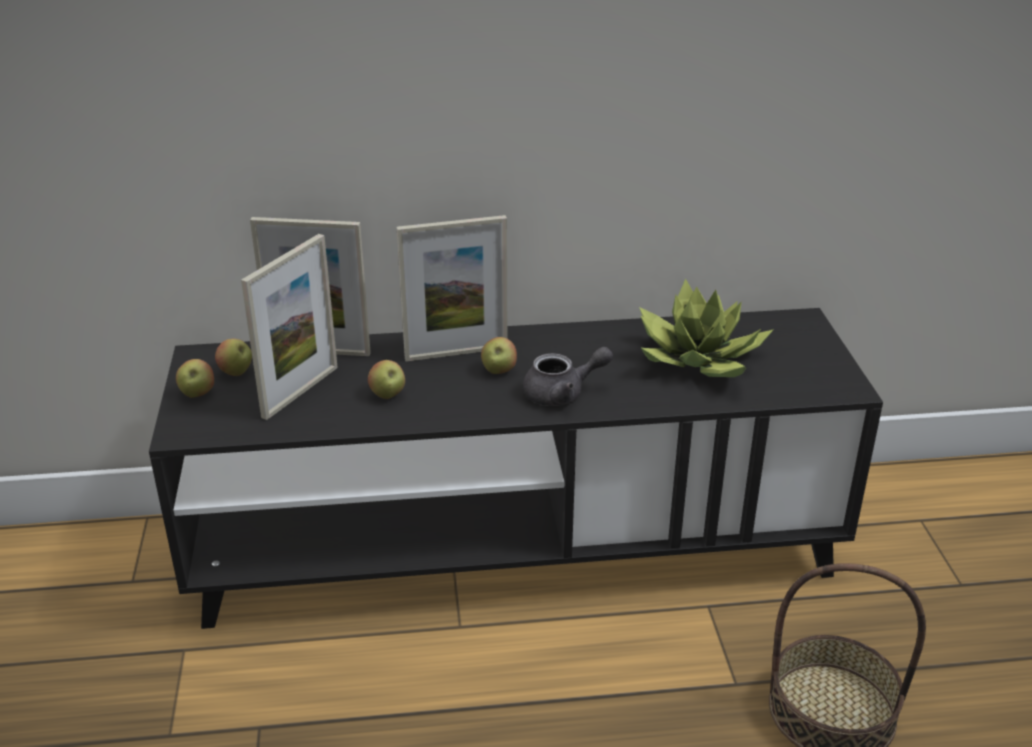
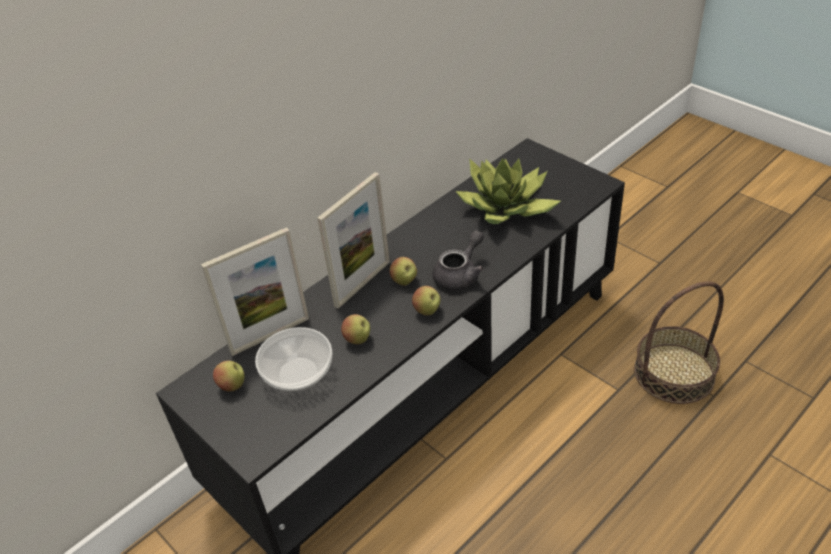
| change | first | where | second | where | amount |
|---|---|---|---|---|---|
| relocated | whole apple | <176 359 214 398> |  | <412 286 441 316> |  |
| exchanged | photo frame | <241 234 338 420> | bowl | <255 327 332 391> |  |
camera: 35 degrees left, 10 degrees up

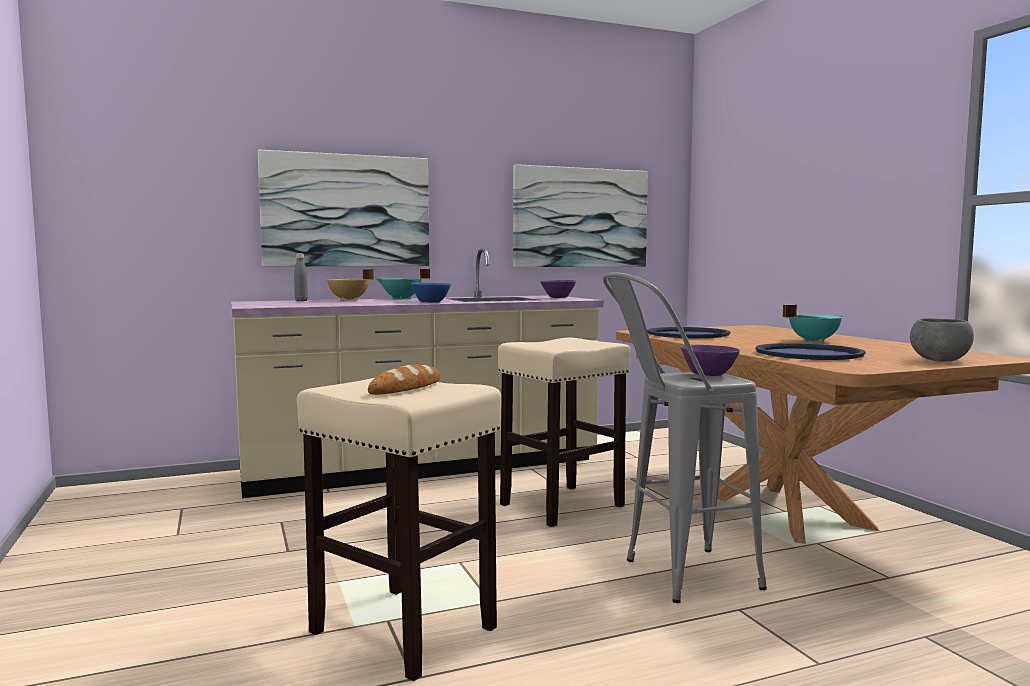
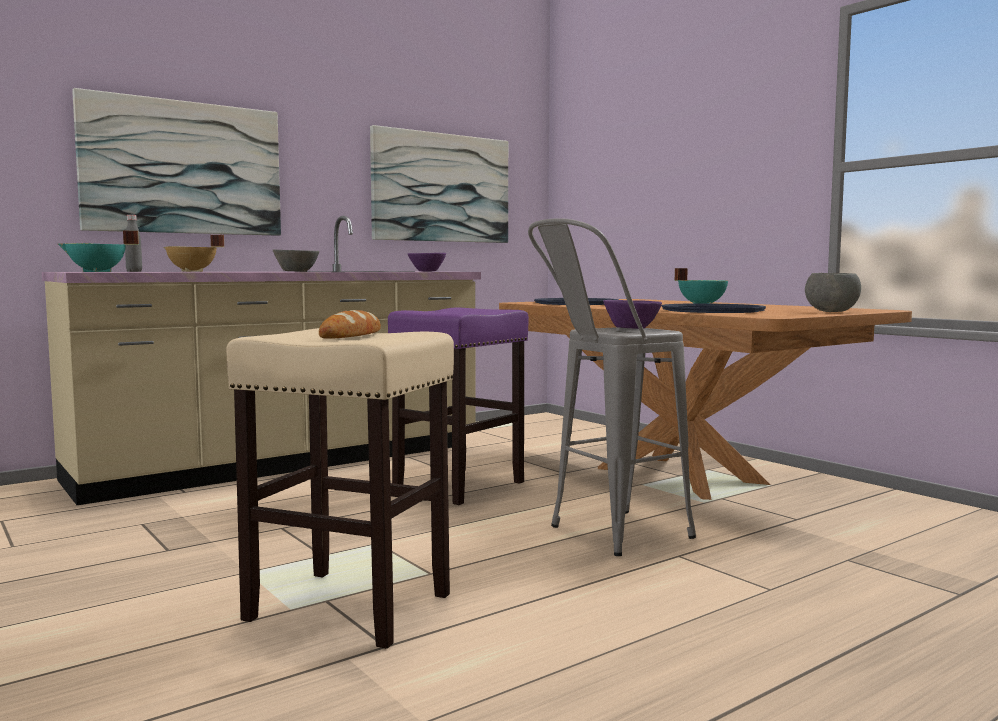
| change | first | where | second | where | amount |
|---|---|---|---|---|---|
| relocated | turquoise-coloured saucepot | <377 269 430 300> |  | <58 231 139 272> |  |
| colour | blue bowl | <411 283 451 303> | greyish bowl | <272 250 319 272> |  |
| colour | sand-coloured sitting stool | <498 337 631 527> | purple-coloured sitting stool | <388 307 529 505> |  |
camera: 15 degrees left, 0 degrees up

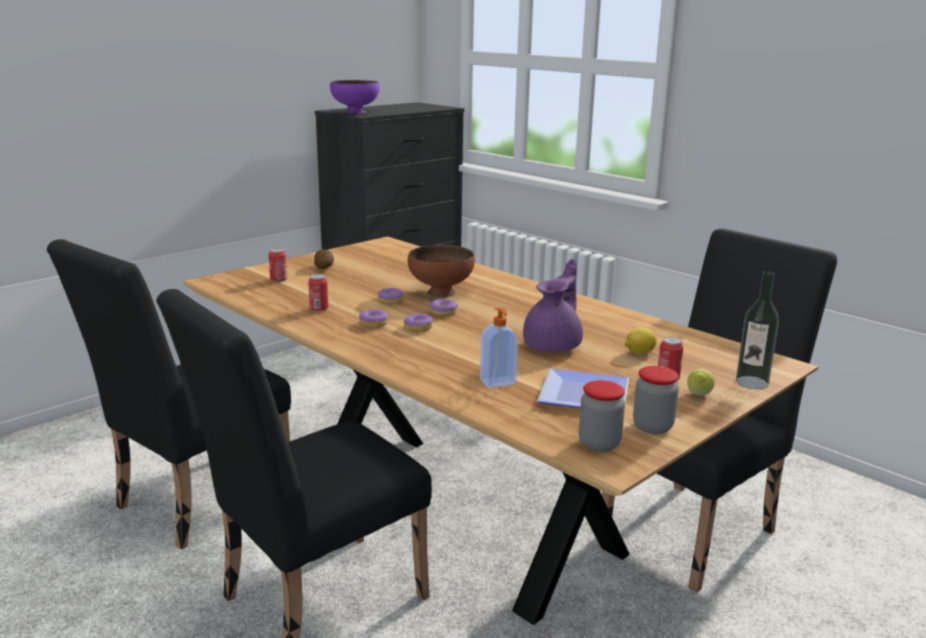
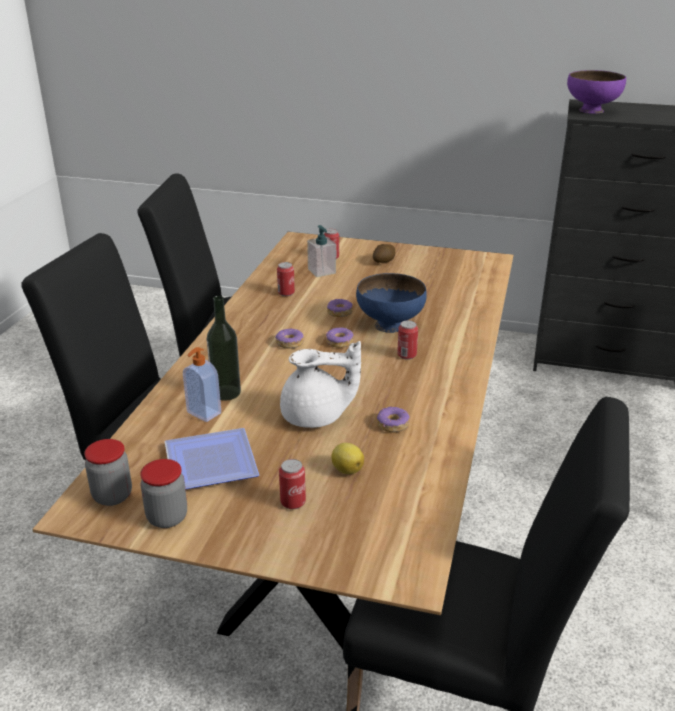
| change | first | where | second | where | amount |
|---|---|---|---|---|---|
| relocated | donut | <359 309 388 328> |  | <377 406 410 433> |  |
| colour | brownish bowl | <408 245 475 297> | blue bowl | <356 273 427 333> |  |
| colour | purple-coloured tea pot | <523 259 583 352> | white-coloured tea pot | <280 341 361 428> |  |
| missing | lemon | <687 369 715 396> |  |  |  |
| relocated | beverage bottle | <736 271 779 389> |  | <206 296 241 401> |  |
| appeared |  |  | liquid soap bottle | <307 225 336 277> |  |
| appeared |  |  | metal can | <397 320 418 360> |  |
camera: 60 degrees right, 10 degrees up

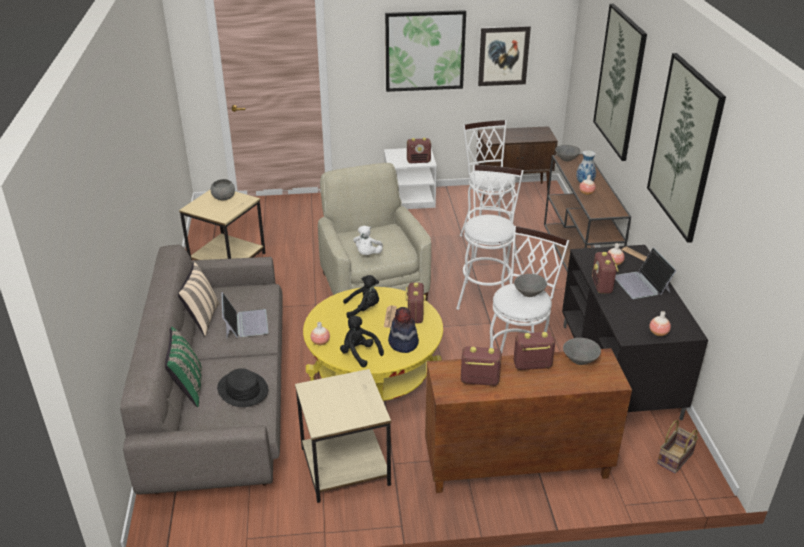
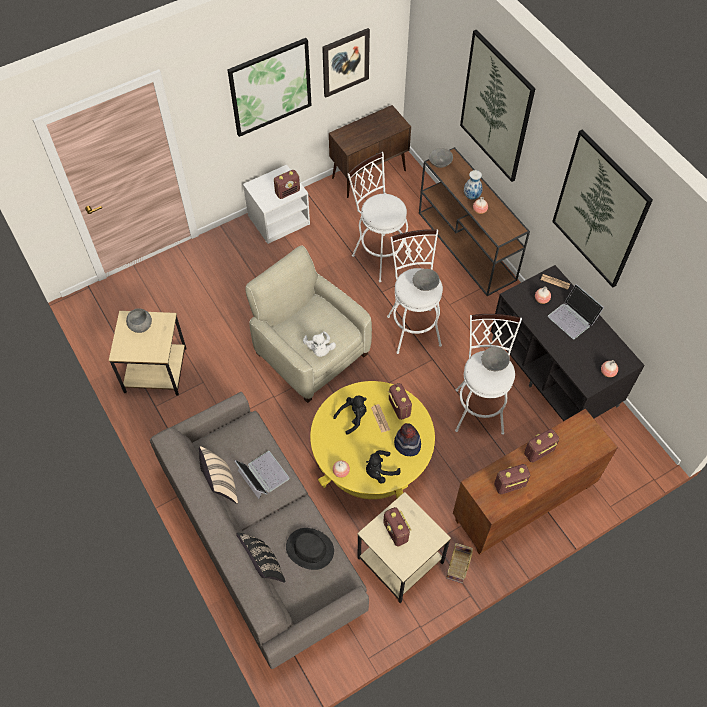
| change | first | where | second | where | amount |
|---|---|---|---|---|---|
| colour | green-coloured throw pillow | <165 327 202 407> | black throw pillow | <236 533 285 583> |  |
| spun | black soft toy | <340 315 384 367> |  | <366 450 401 484> | 45 degrees counterclockwise |
| relocated | greyish bowl | <563 338 601 365> |  | <412 269 440 291> |  |
| relocated | radio set | <592 252 619 294> |  | <383 507 411 546> |  |
| relocated | basket | <657 420 698 474> |  | <446 543 473 583> |  |
camera: 25 degrees left, 25 degrees up

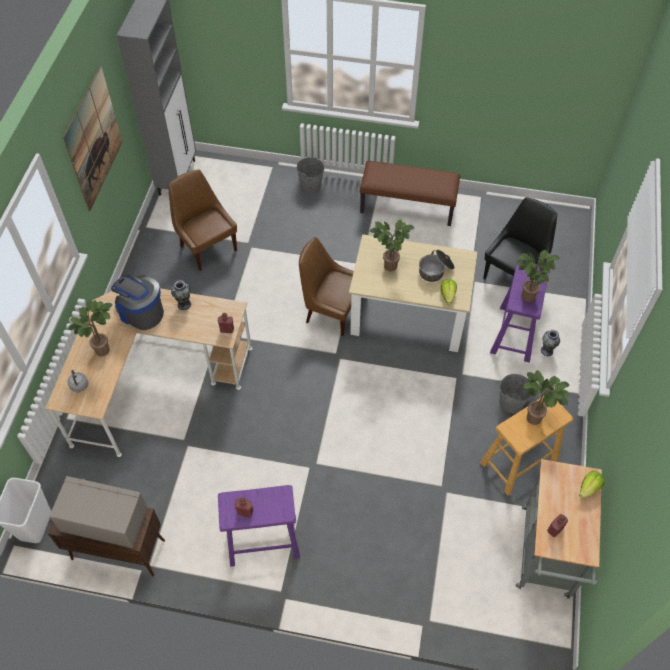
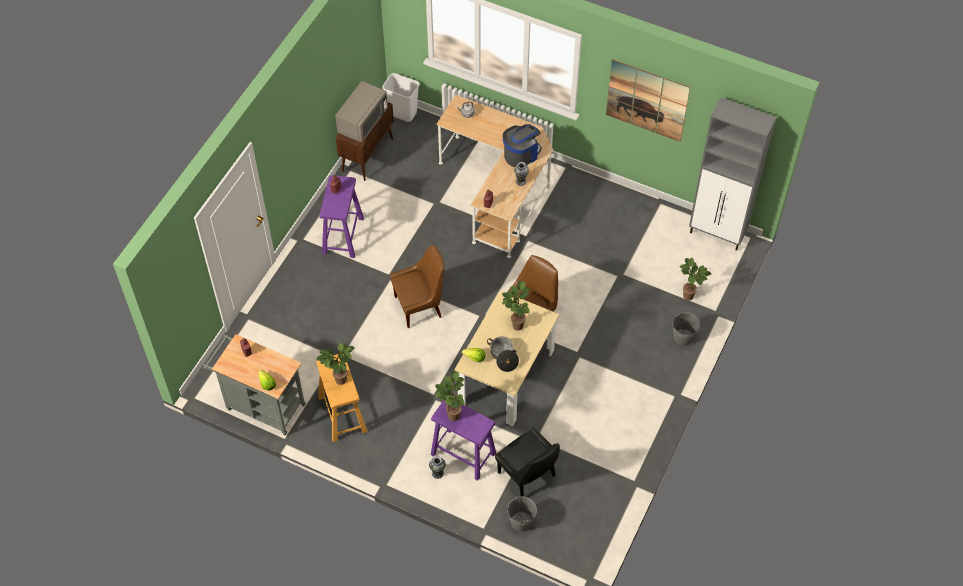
| change | first | where | second | where | amount |
|---|---|---|---|---|---|
| relocated | plant in a pot | <68 300 113 356> |  | <679 258 711 300> |  |
| relocated | brownish upright chair | <168 170 237 271> |  | <390 245 444 328> |  |
| missing | brownish indoor bench | <360 161 460 226> |  |  |  |
| relocated | greyish bucket | <500 374 531 414> |  | <507 496 537 532> |  |
camera: 105 degrees right, 0 degrees up

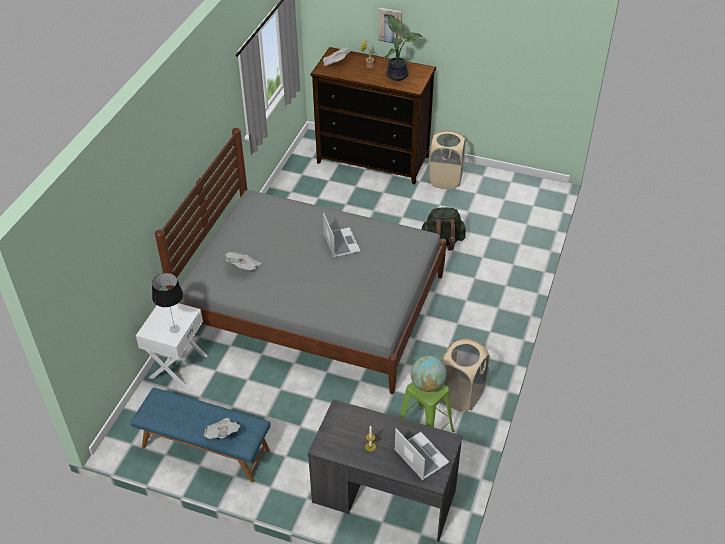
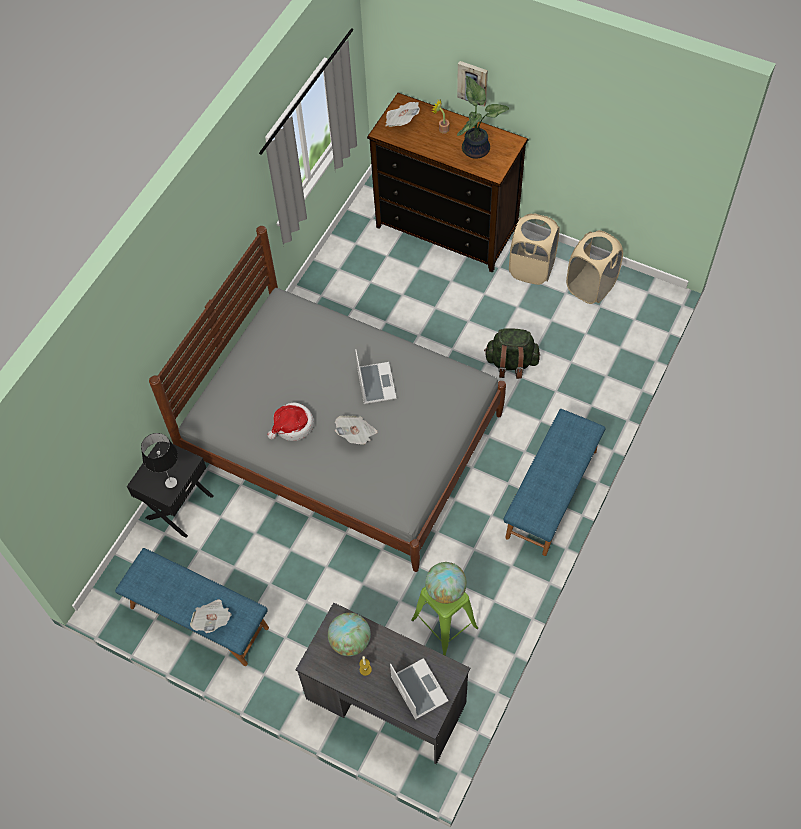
| change | first | where | second | where | amount |
|---|---|---|---|---|---|
| colour | white-coloured night table | <136 303 207 389> | black night table | <127 442 213 538> |  |
| relocated | newspaper | <225 252 261 271> |  | <335 416 377 445> |  |
| relocated | sand-coloured hamper | <441 338 490 412> |  | <566 230 623 304> |  |
| appeared |  |  | wearable hat | <267 402 314 441> |  |
| appeared |  |  | world globe | <328 613 371 656> |  |
| appeared |  |  | blue indoor bench | <504 409 606 556> |  |
camera: 10 degrees right, 15 degrees up

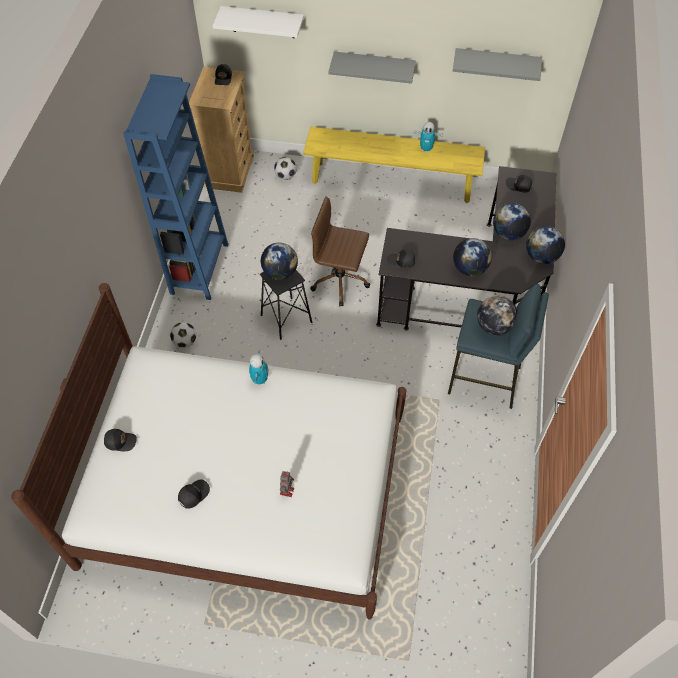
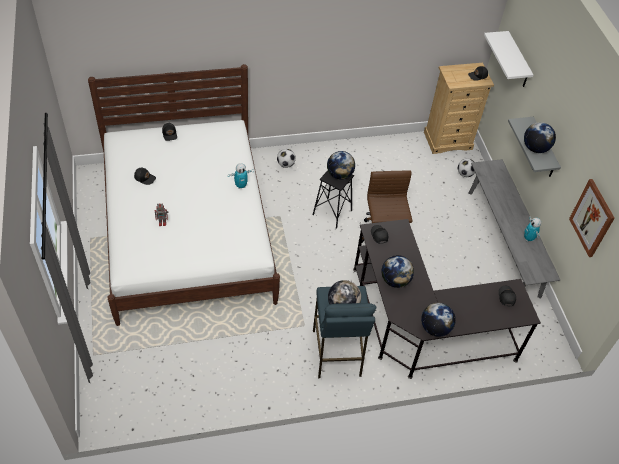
| change | first | where | second | where | amount |
|---|---|---|---|---|---|
| missing | blue shelving unit | <123 74 228 300> |  |  |  |
| colour | yellowish indoor bench | <303 127 485 203> | greyish indoor bench | <468 159 560 299> |  |
| exchanged | greyish shelf | <453 48 542 81> | picture | <569 179 615 257> |  |
| relocated | world globe | <493 203 531 240> |  | <524 122 556 153> |  |
camera: 65 degrees right, 5 degrees down

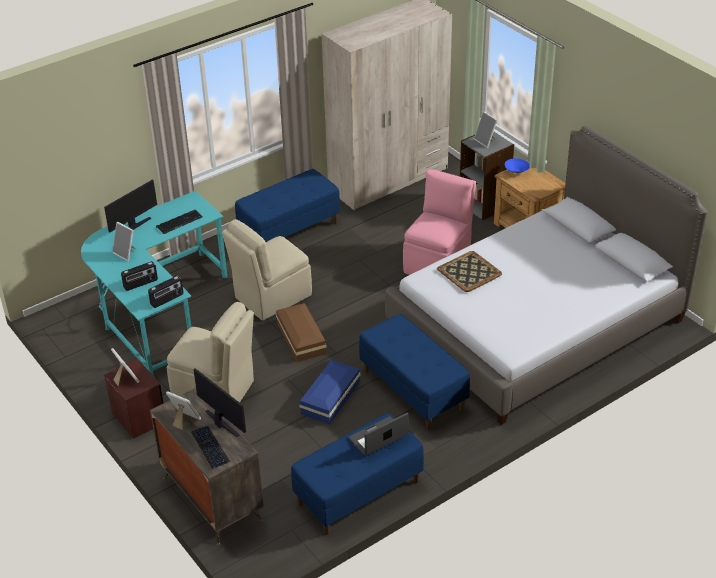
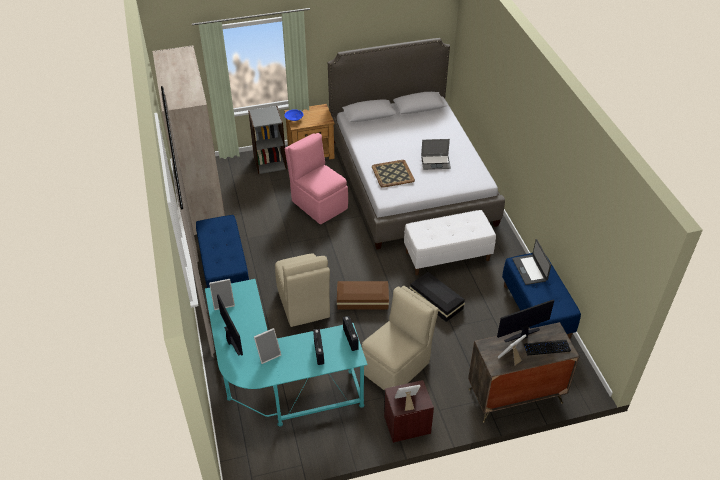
| change | first | where | second | where | amount |
|---|---|---|---|---|---|
| missing | PC keyboard | <156 210 202 234> |  |  |  |
| colour | blue storage bin | <299 360 360 424> | black storage bin | <410 272 465 322> |  |
| colour | blue indoor bench | <359 314 470 430> | white-coloured indoor bench | <404 210 496 275> |  |
| relocated | photo frame | <474 111 498 148> |  | <209 279 235 310> |  |
| appeared |  |  | notebook computer | <421 139 451 170> |  |
camera: 70 degrees left, 5 degrees up

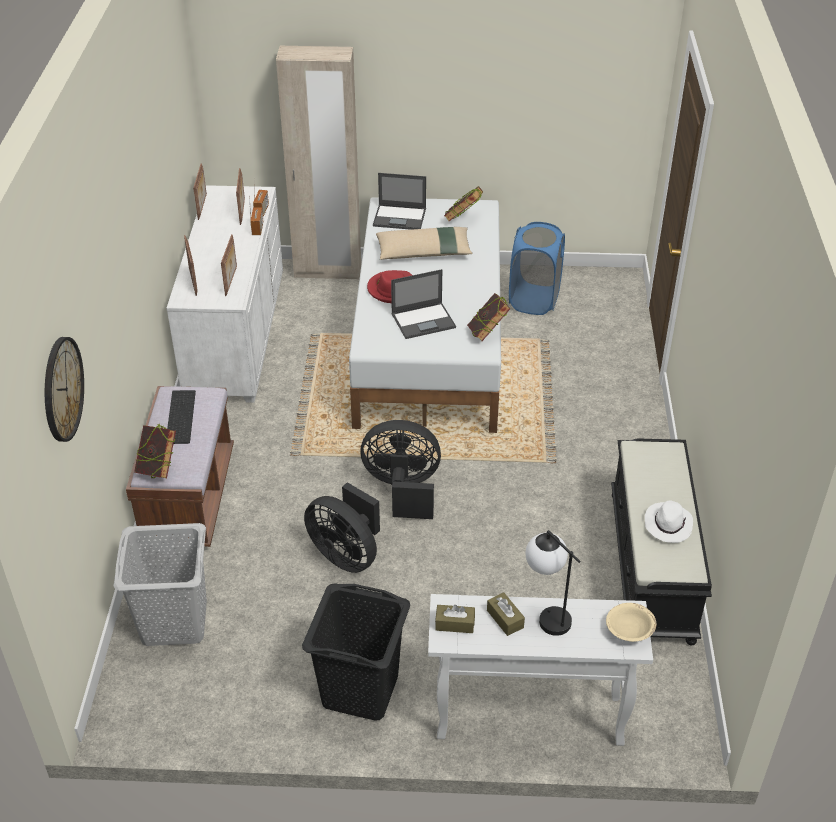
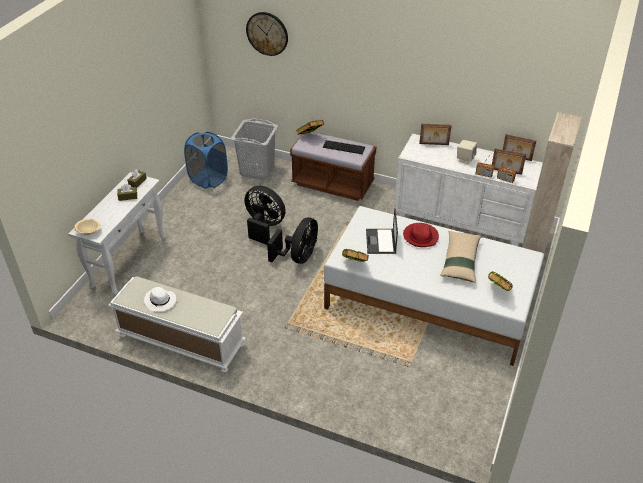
| change | first | where | second | where | amount |
|---|---|---|---|---|---|
| missing | photo frame | <221 234 237 296> |  |  |  |
| missing | black hamper | <302 583 410 721> |  |  |  |
| spun | black cooling fan | <304 482 380 573> |  | <244 186 286 245> | 60 degrees clockwise |
| missing | notebook computer | <373 173 426 230> |  |  |  |
| relocated | blue hamper | <509 222 565 315> |  | <184 132 228 189> |  |
| missing | table lamp | <526 530 580 636> |  |  |  |
| colour | black indoor bench | <611 439 712 646> | white-coloured indoor bench | <108 276 246 373> |  |
| appeared |  |  | sand-coloured speaker | <457 140 477 164> |  |
camera: 110 degrees right, 0 degrees up

